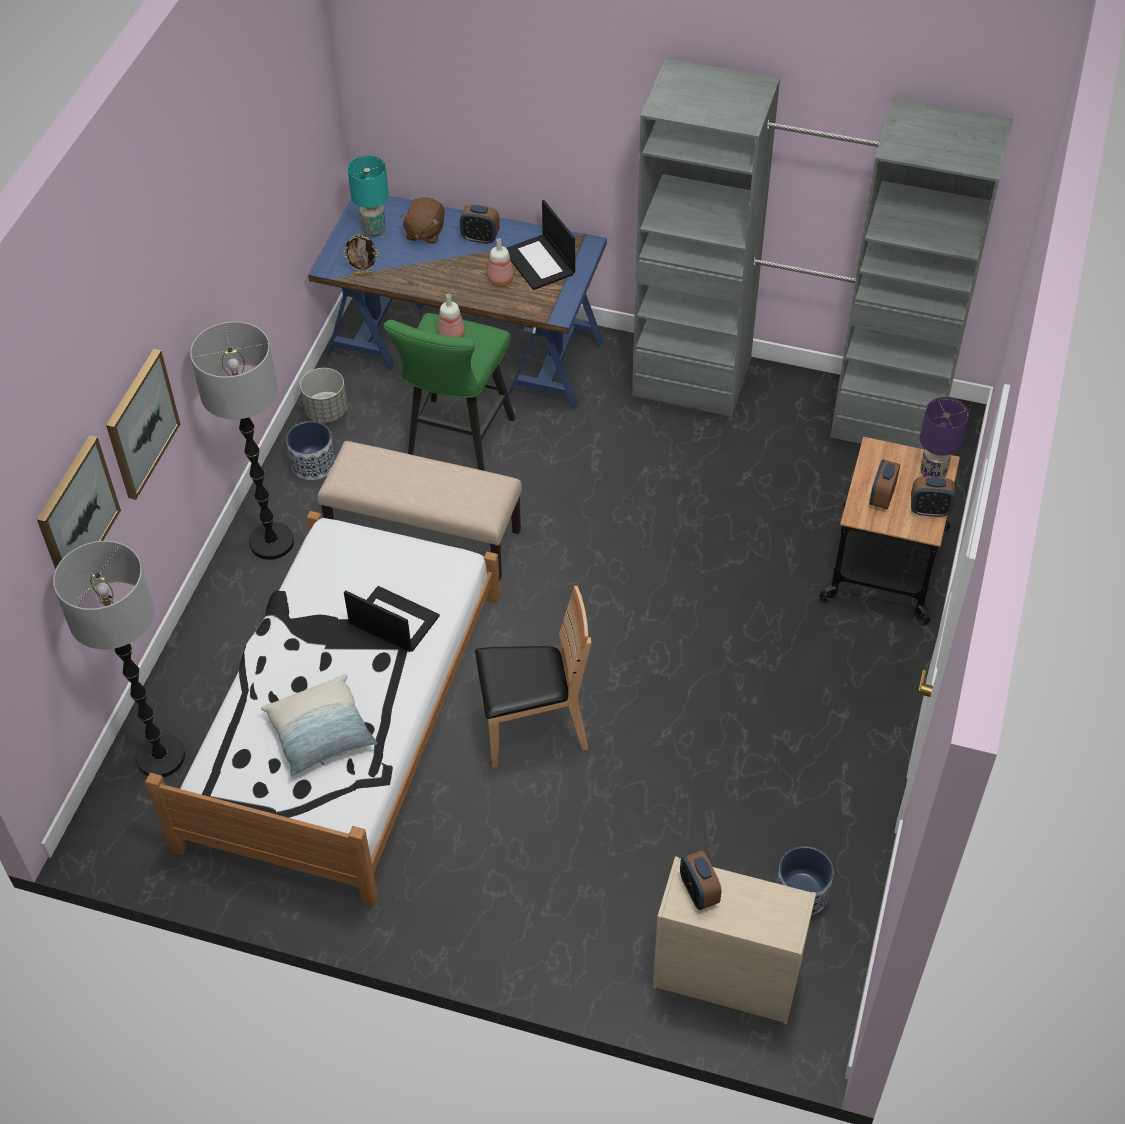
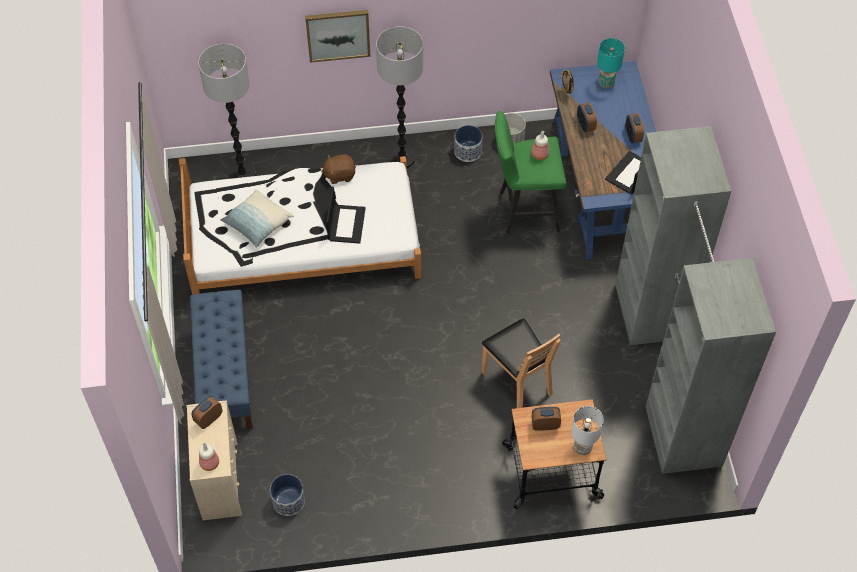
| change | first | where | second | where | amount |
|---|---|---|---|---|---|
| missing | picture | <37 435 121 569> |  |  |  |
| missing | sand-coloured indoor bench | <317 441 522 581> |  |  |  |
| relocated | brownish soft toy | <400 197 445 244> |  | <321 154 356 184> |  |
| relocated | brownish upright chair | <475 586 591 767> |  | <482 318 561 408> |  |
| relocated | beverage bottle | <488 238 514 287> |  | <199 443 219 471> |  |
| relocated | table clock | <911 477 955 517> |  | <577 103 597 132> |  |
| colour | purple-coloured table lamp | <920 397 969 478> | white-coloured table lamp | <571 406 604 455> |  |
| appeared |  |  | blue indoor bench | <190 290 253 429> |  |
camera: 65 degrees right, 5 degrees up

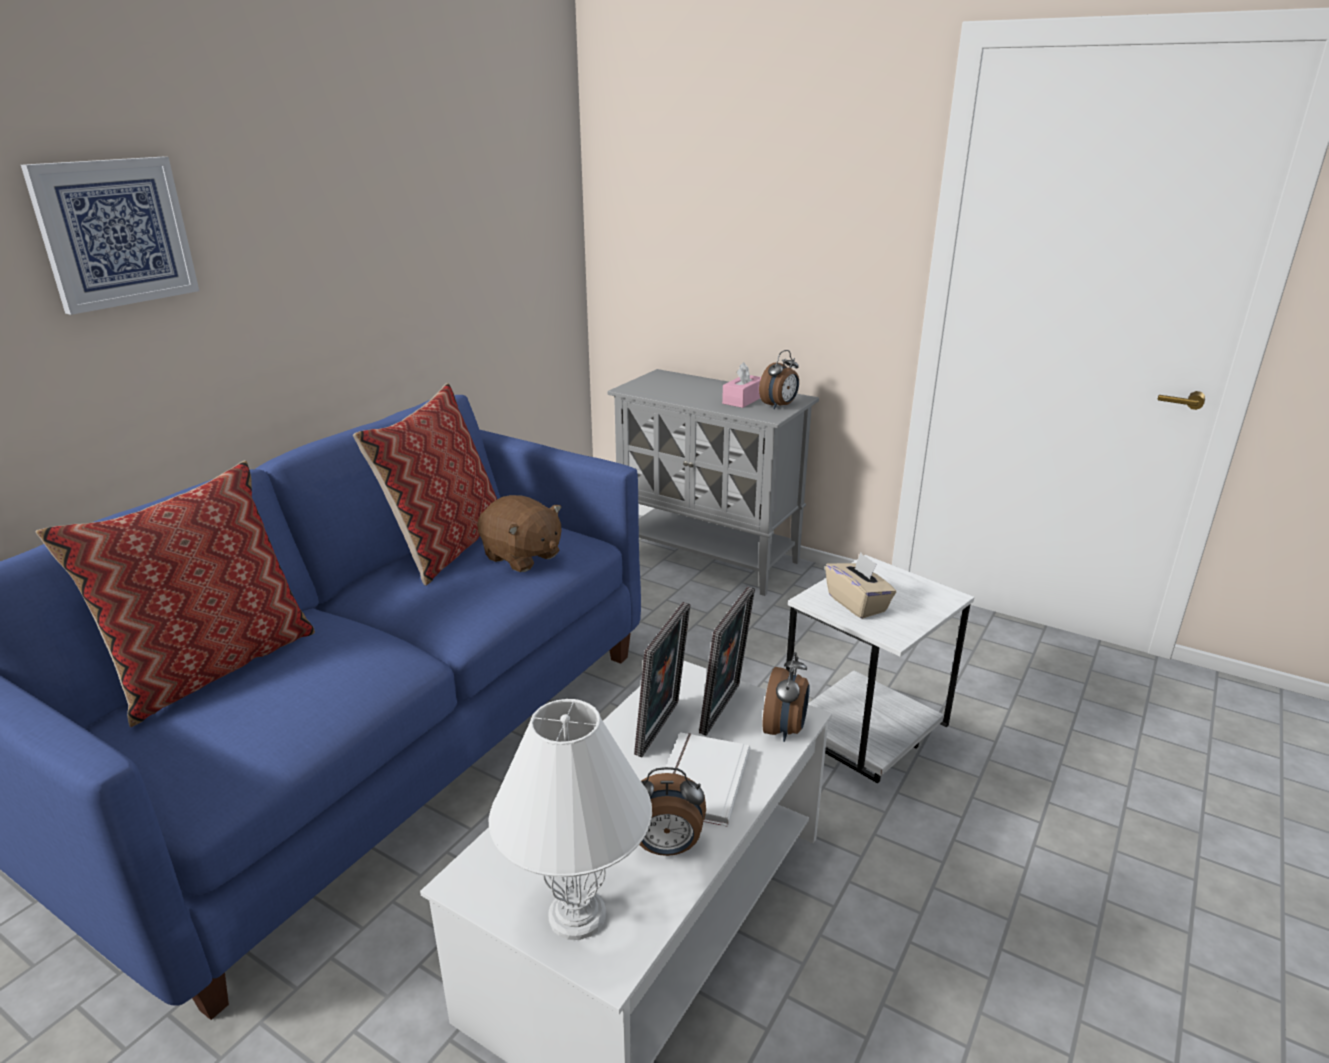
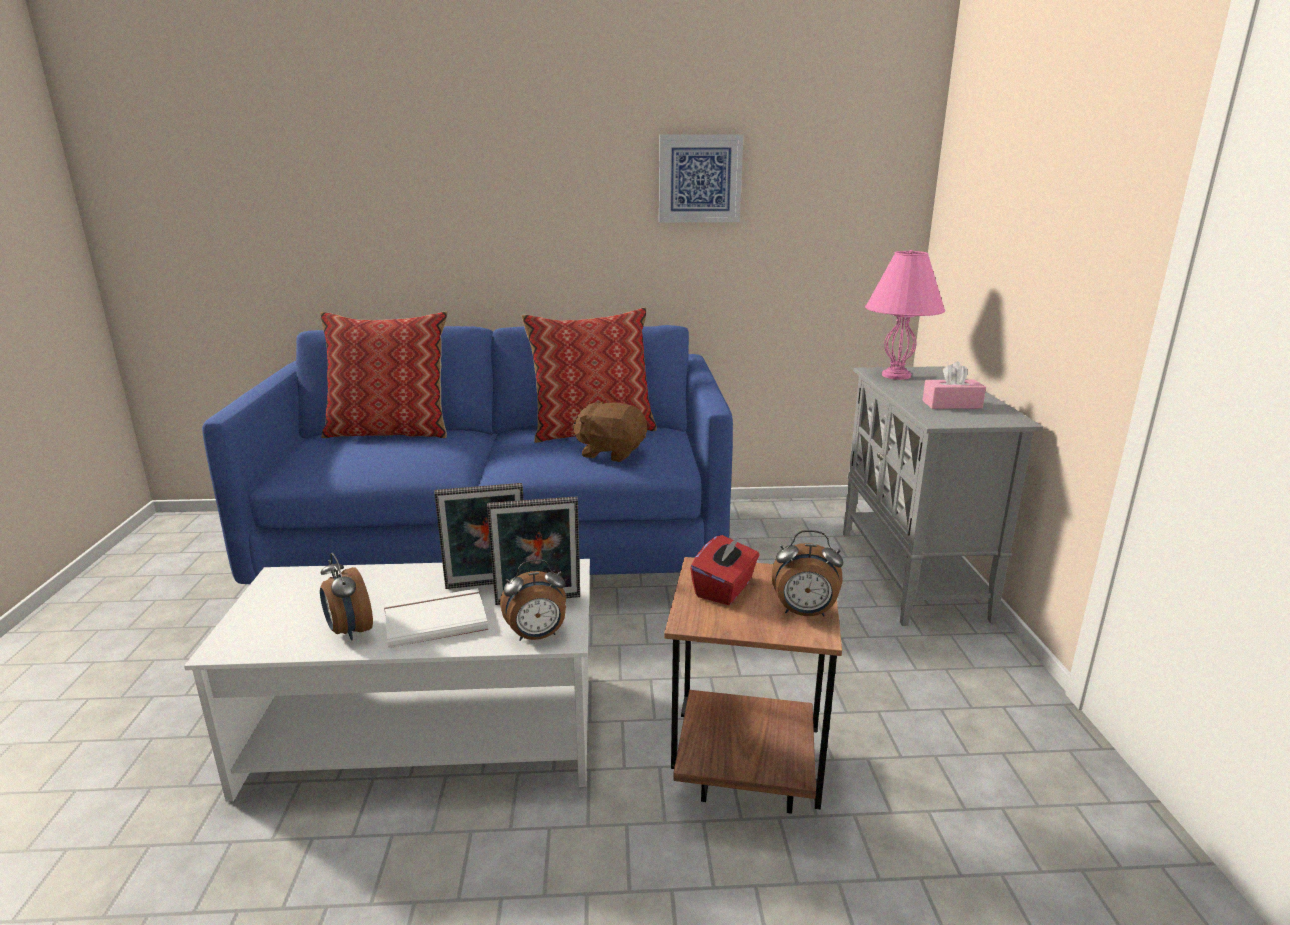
| change | first | where | second | where | amount |
|---|---|---|---|---|---|
| relocated | picture | <21 157 199 315> |  | <659 134 743 222> |  |
| spun | brownish soft toy | <477 495 562 572> |  | <572 401 647 462> | 105 degrees clockwise |
| missing | white-coloured table lamp | <489 699 652 940> |  |  |  |
| relocated | table clock | <759 350 799 409> |  | <772 530 843 616> |  |
| colour | white-coloured accent table | <786 555 974 783> | brownish accent table | <664 557 842 814> |  |
| colour | sand-coloured box of tissues | <825 552 896 619> | red box of tissues | <690 533 759 605> |  |
| appeared |  |  | pink-coloured table lamp | <865 250 945 380> |  |
camera: 55 degrees right, 5 degrees down

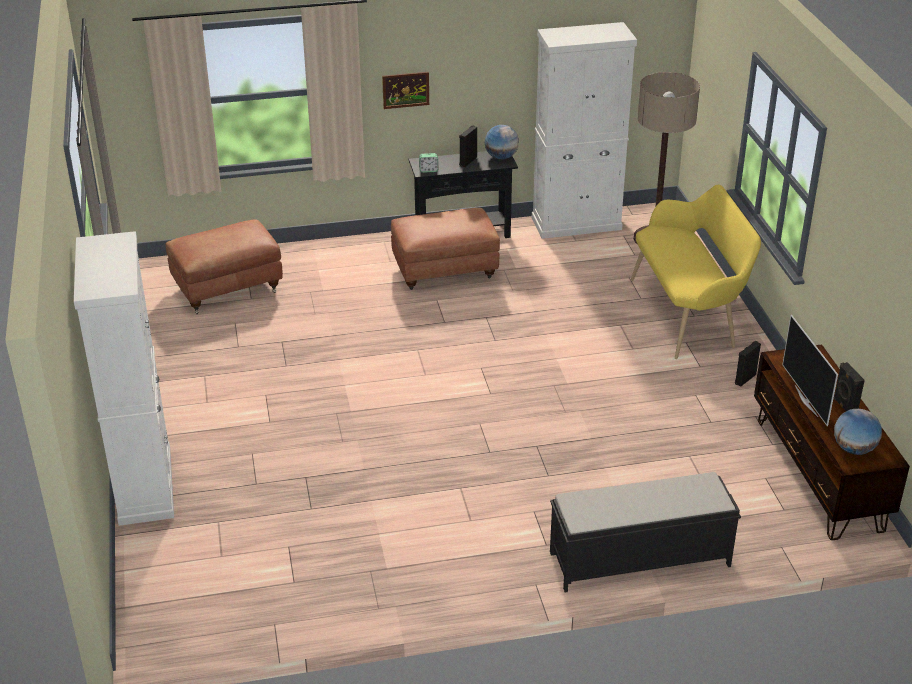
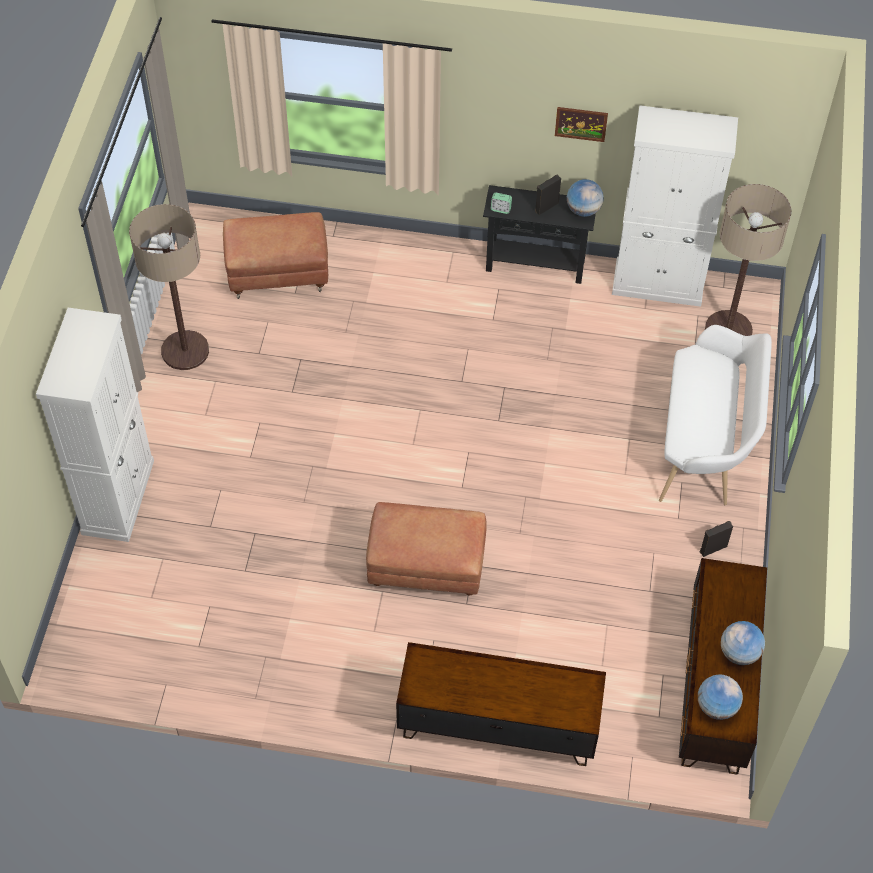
| change | first | where | second | where | amount |
|---|---|---|---|---|---|
| relocated | picture | <382 72 429 109> |  | <555 107 608 142> |  |
| relocated | brownish footrest | <391 208 500 290> |  | <366 502 487 595> |  |
| exchanged | black indoor bench | <550 472 741 592> | brownish tv unit | <396 642 606 766> |  |
| colour | yellowish indoor bench | <631 185 761 359> | white-coloured indoor bench | <659 325 772 505> |  |
| missing | TV | <782 315 838 426> |  |  |  |
| exchanged | black speaker | <834 362 865 411> | world globe | <721 621 765 665> |  |
| appeared |  |  | standing lamp | <129 204 209 370> |  |
camera: 20 degrees right, 20 degrees up

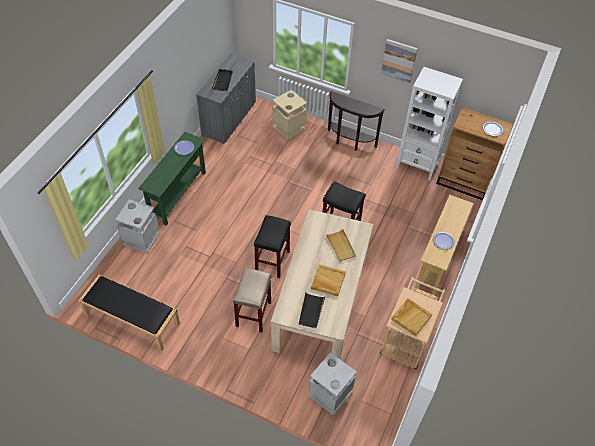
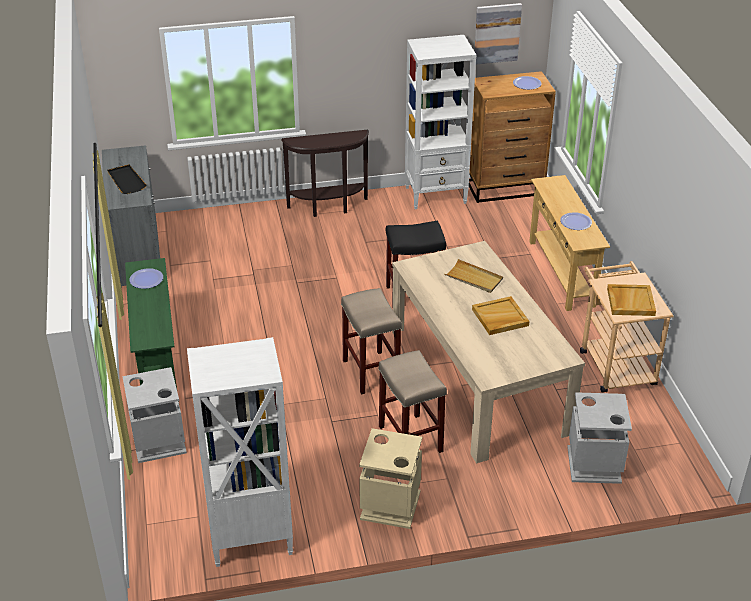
| change | first | where | second | where | amount |
|---|---|---|---|---|---|
| exchanged | black indoor bench | <78 275 180 351> | white-coloured shelving unit | <187 337 293 567> |  |
| colour | black sitting stool | <254 215 291 278> | sand-coloured sitting stool | <341 288 402 395> |  |
| relocated | sand-coloured rubbish bin | <273 90 307 140> |  | <359 428 422 529> |  |
| missing | black tray | <299 292 326 329> |  |  |  |
| relocated | picture | <381 39 418 83> |  | <474 3 522 64> |  |
camera: 35 degrees left, 15 degrees down

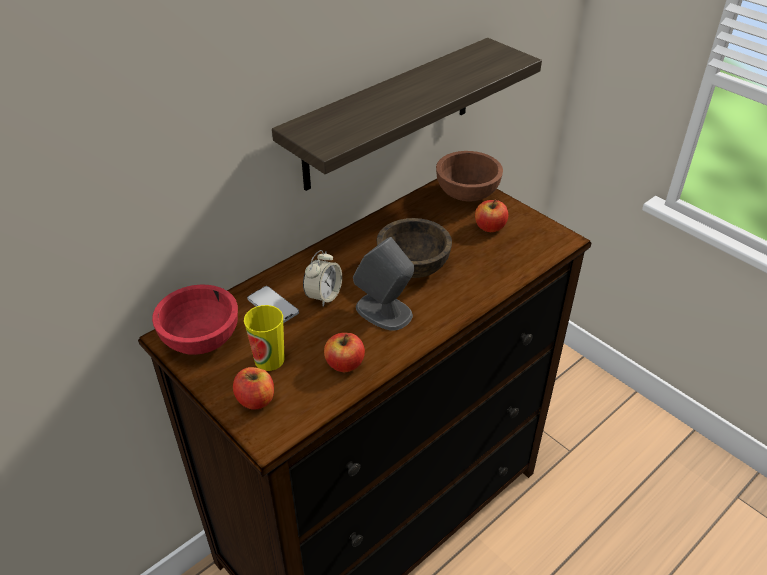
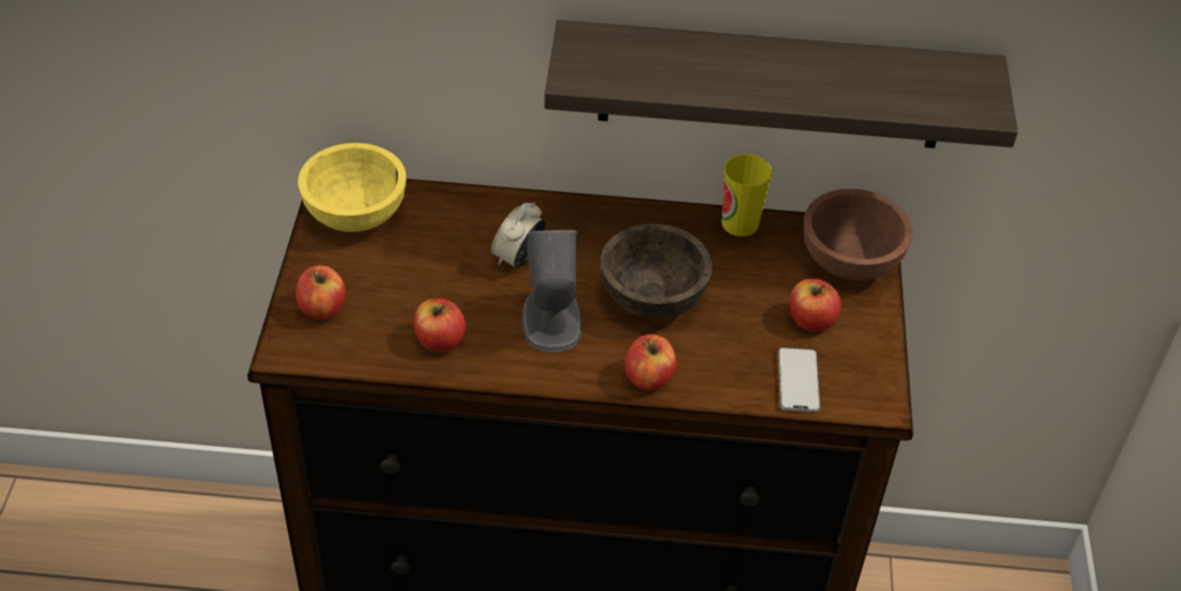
| change | first | where | second | where | amount |
|---|---|---|---|---|---|
| colour | red bowl | <152 285 238 355> | yellowish bowl | <298 143 406 232> |  |
| relocated | drinking cup | <244 305 285 371> |  | <722 154 772 237> |  |
| relocated | telephone | <247 286 299 323> |  | <778 347 820 412> |  |
| spun | table clock | <303 250 342 306> |  | <491 202 546 268> | 135 degrees clockwise |
| appeared |  |  | whole apple | <625 334 676 390> |  |
camera: 45 degrees right, 5 degrees up

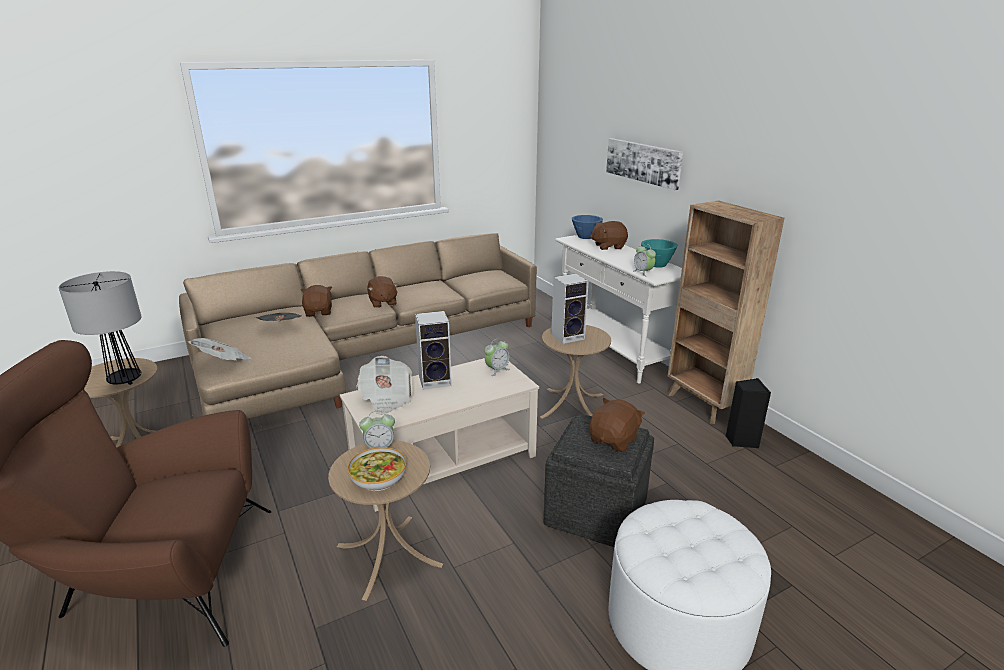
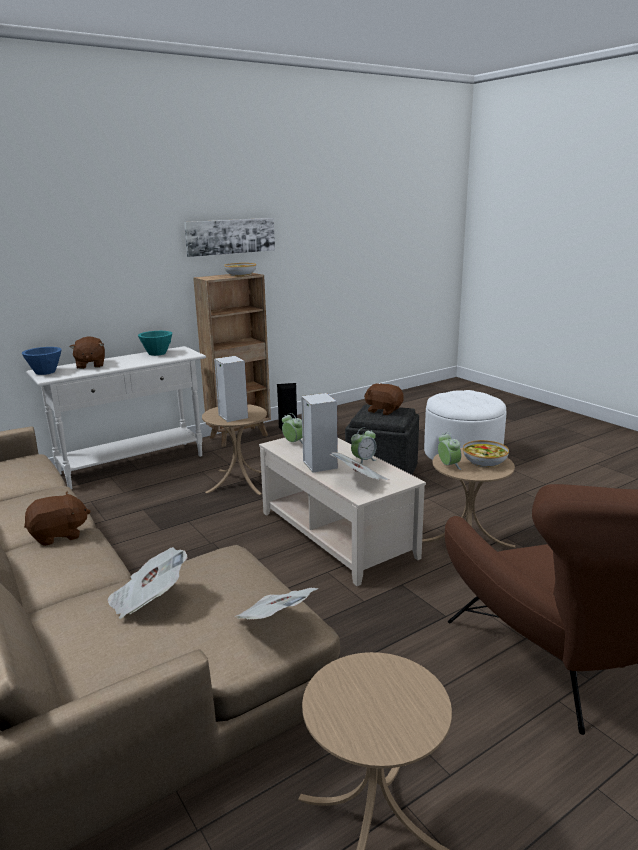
| change | first | where | second | where | amount |
|---|---|---|---|---|---|
| missing | table lamp | <59 271 141 385> |  |  |  |
| missing | brownish soft toy | <301 285 332 317> |  |  |  |
| relocated | picture | <606 138 683 190> |  | <184 218 275 257> |  |
| relocated | table clock | <633 244 656 276> |  | <351 428 377 464> |  |
| appeared |  |  | bowl | <224 263 256 276> |  |
camera: 95 degrees left, 5 degrees down

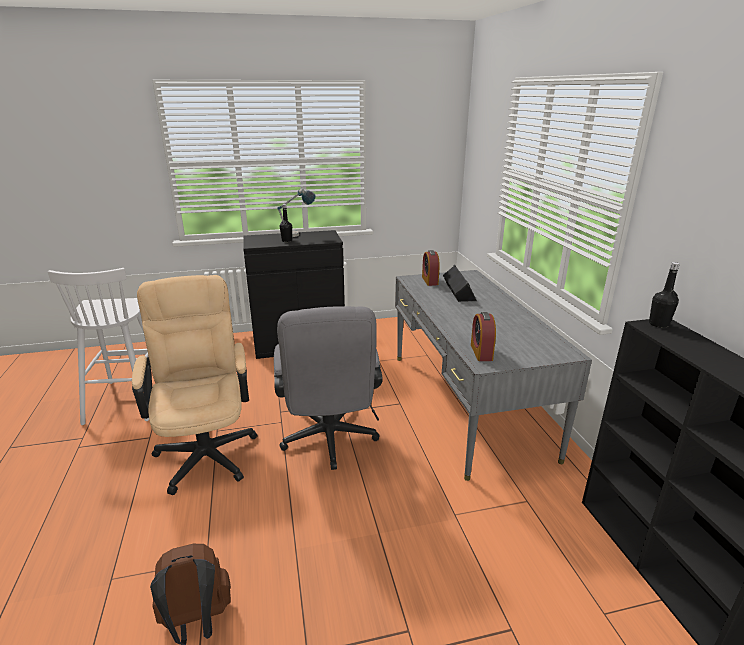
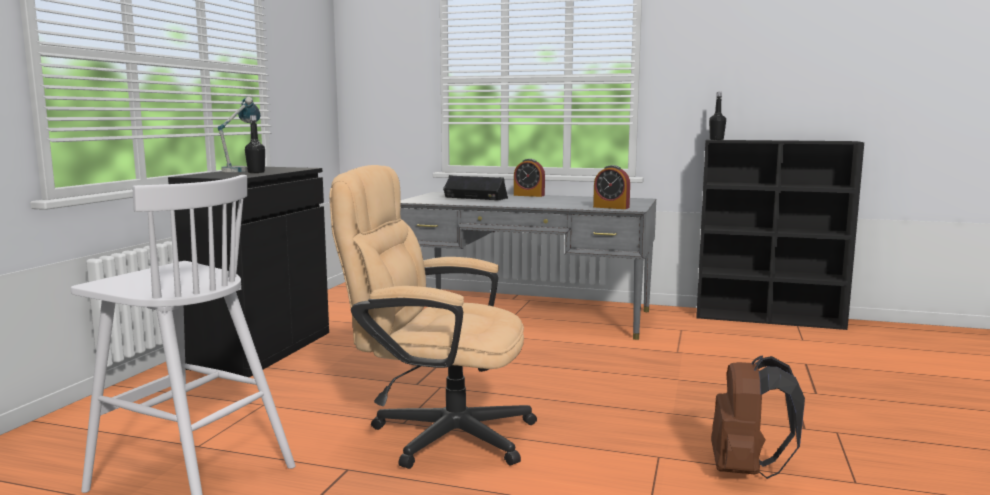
| change | first | where | second | where | amount |
|---|---|---|---|---|---|
| missing | greyish desk chair | <274 306 383 470> |  |  |  |
| relocated | table clock | <422 250 440 286> |  | <514 159 545 197> |  |
camera: 60 degrees left, 15 degrees down

